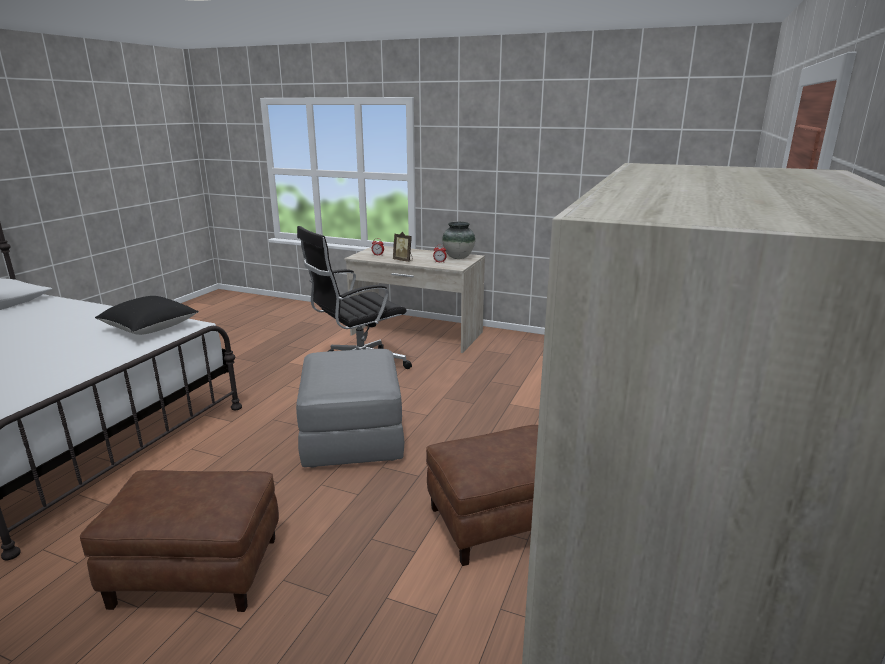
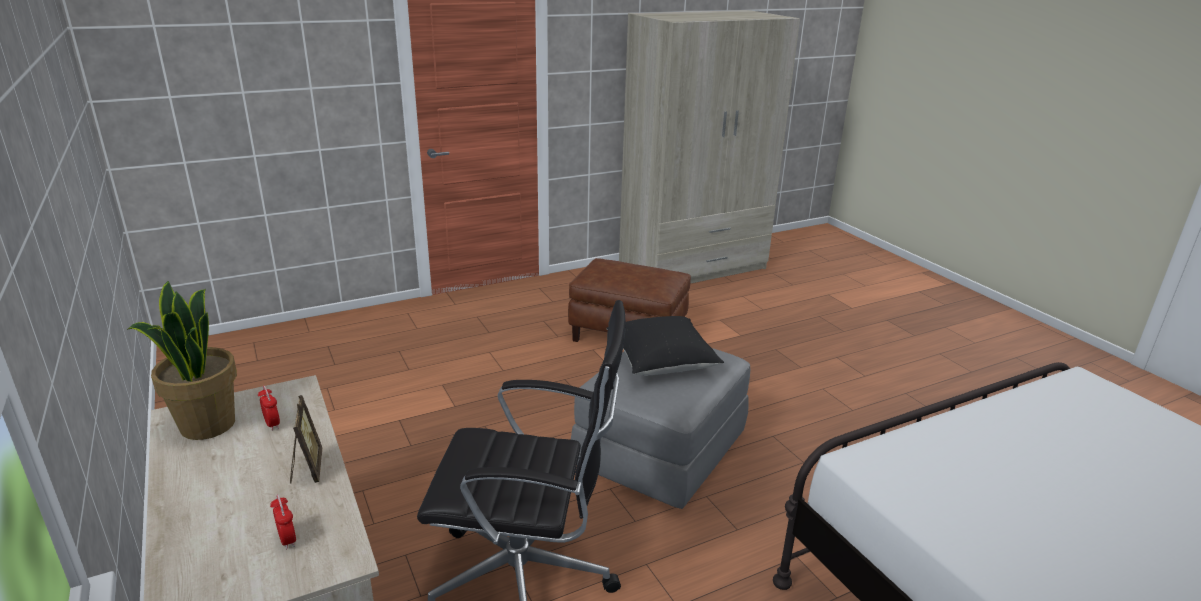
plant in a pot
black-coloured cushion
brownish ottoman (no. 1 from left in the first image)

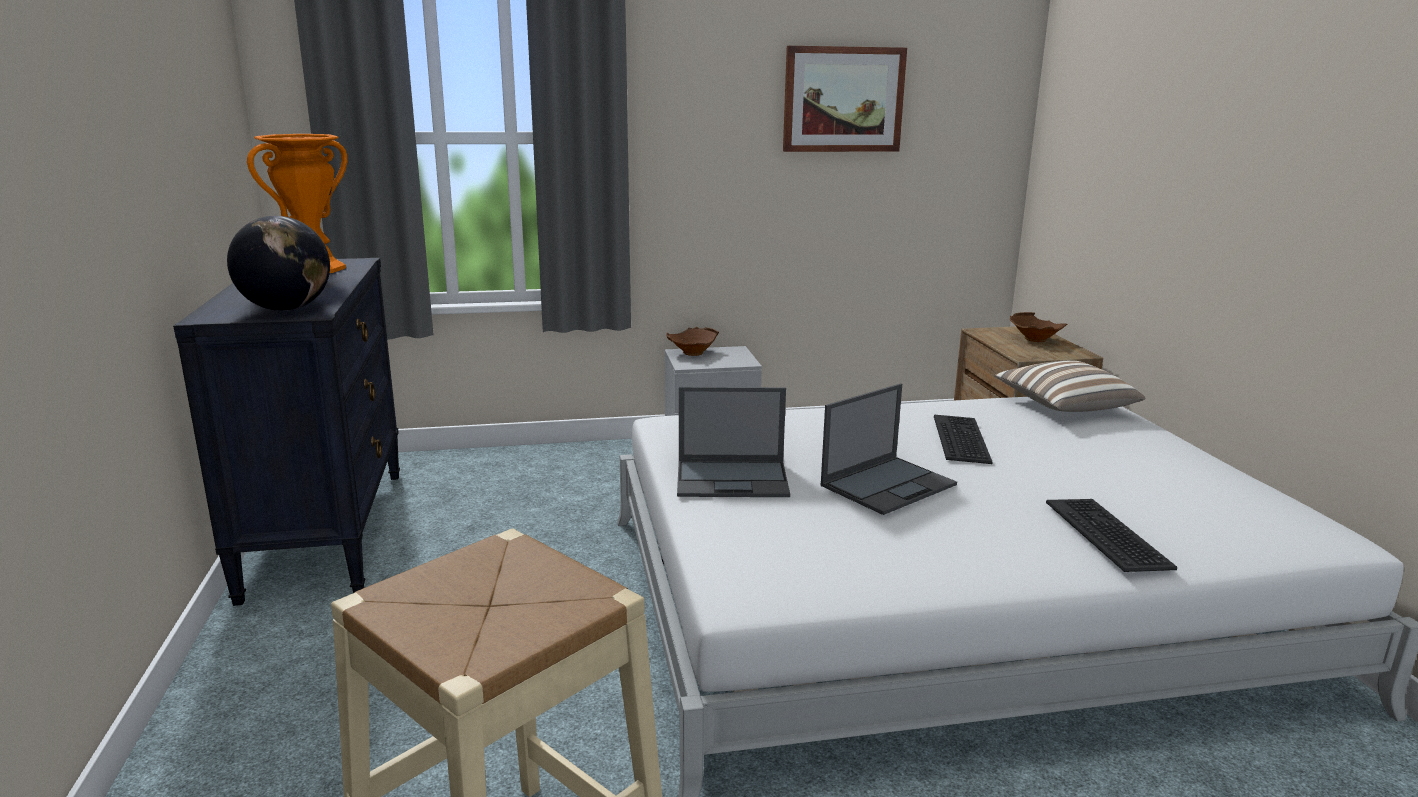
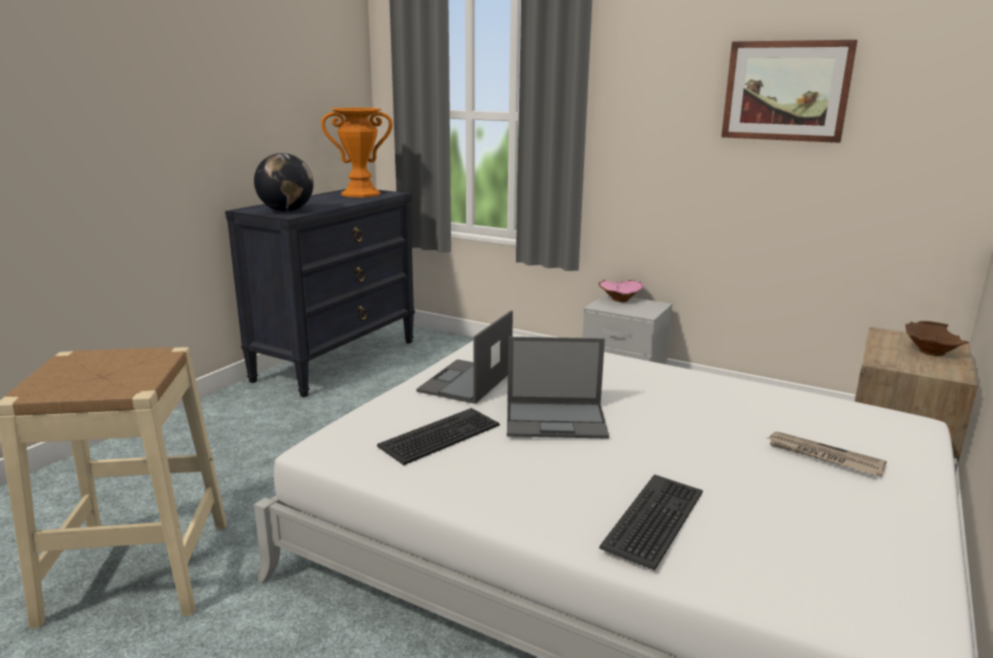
computer keyboard (no. 1 from left)
laptop (no. 1 from left)
pinkish serving bowl
daily paper
cushion

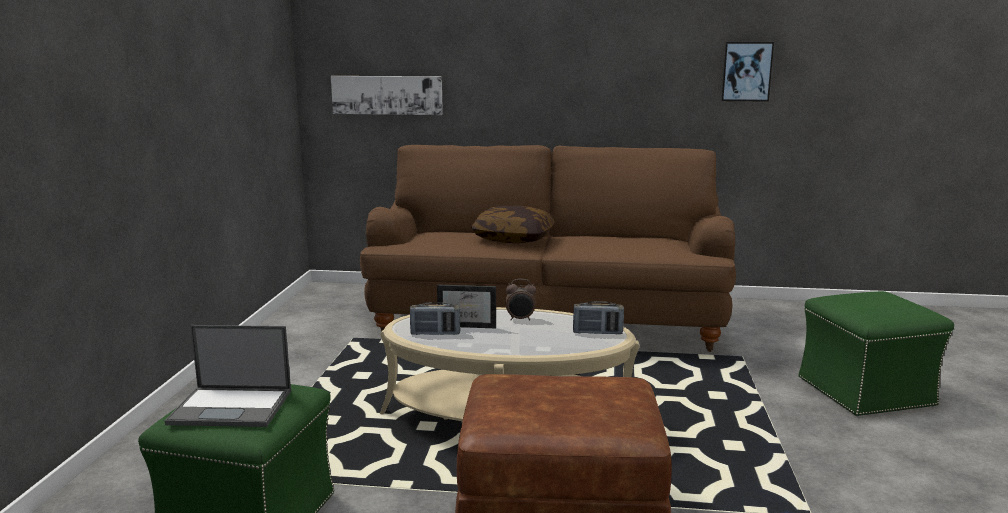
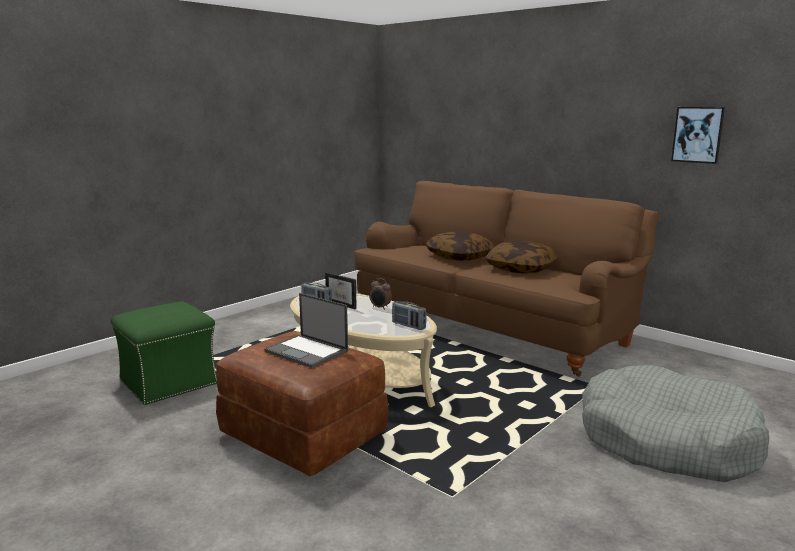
laptop
cushion (no. 2 from left)
greyish pet bed
wall art (no. 1 from left in the first image)

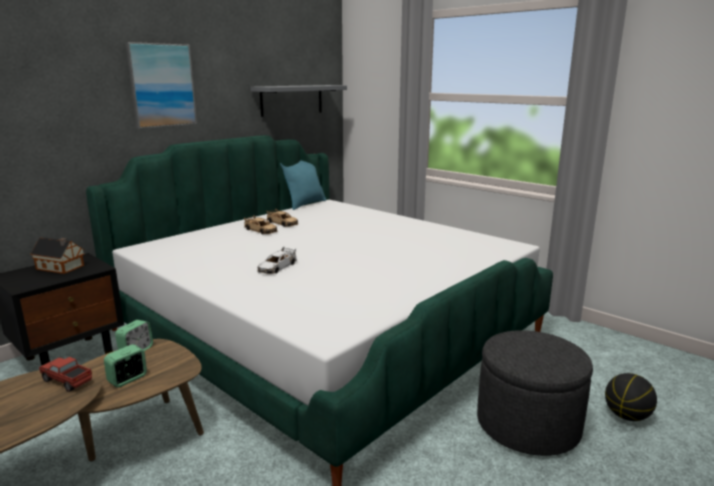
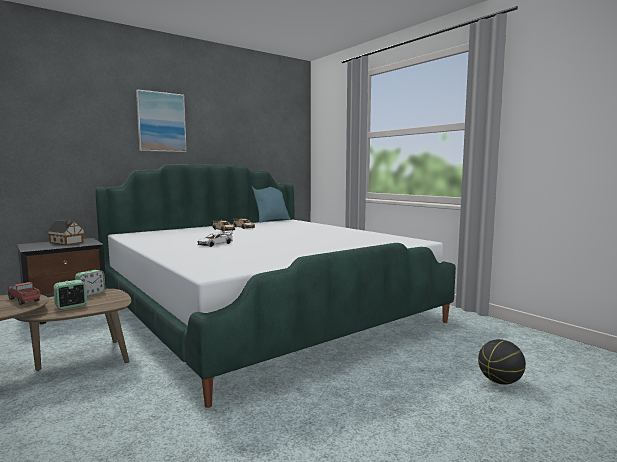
greyish bracket shelf
greyish ottoman

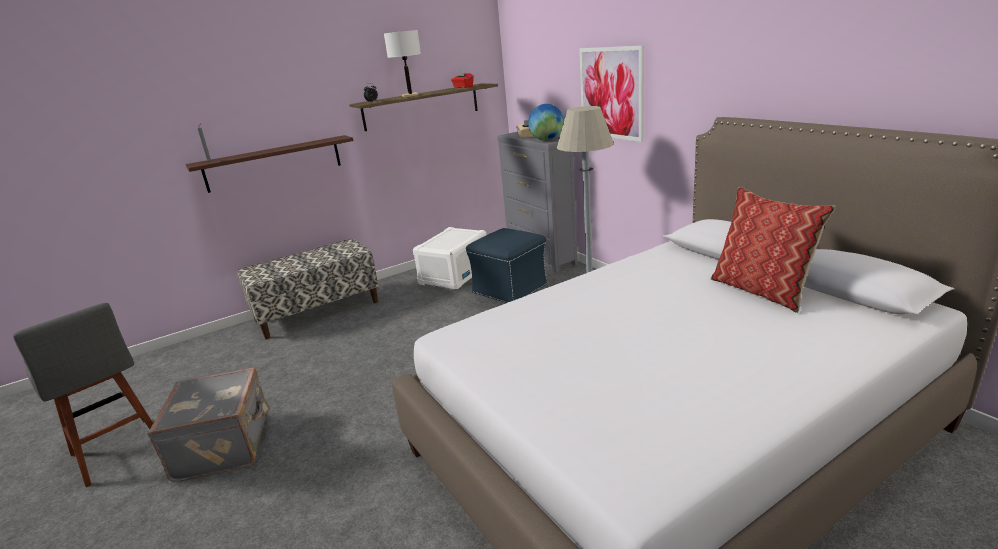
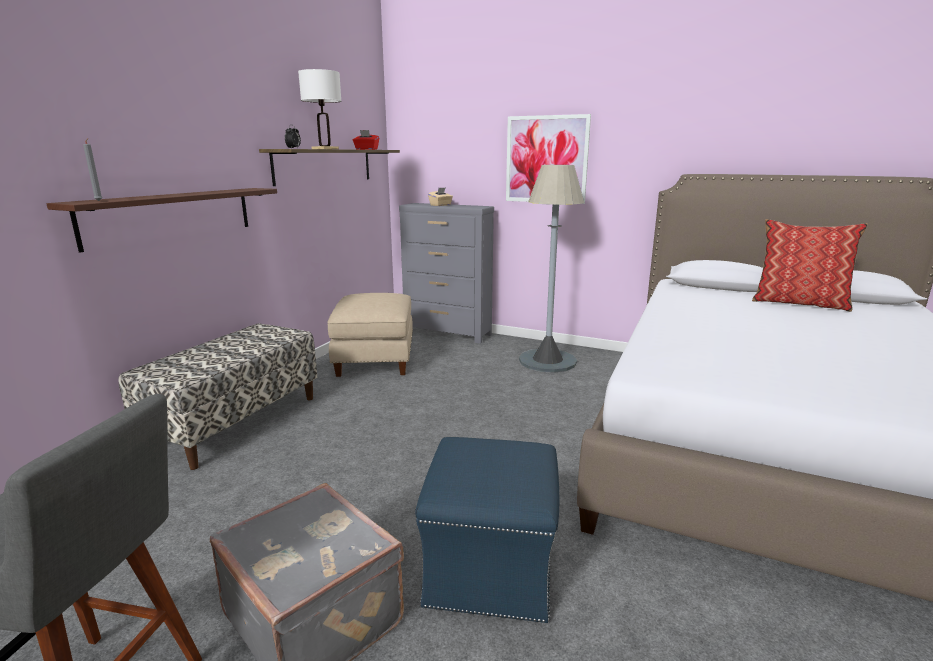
beige-coloured ottoman
blue ottoman
globe

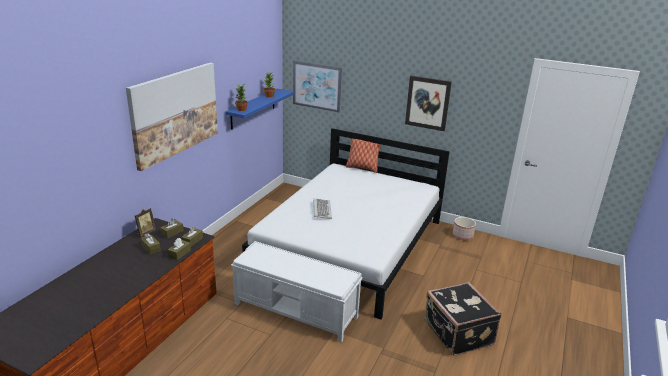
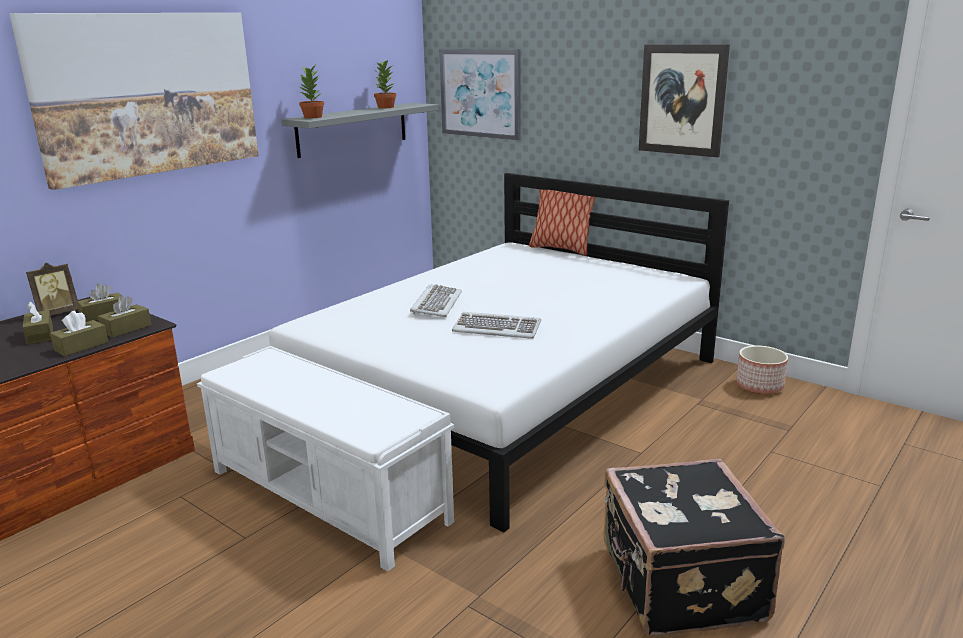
greyish bracket shelf
computer keyboard (no. 2 from left)

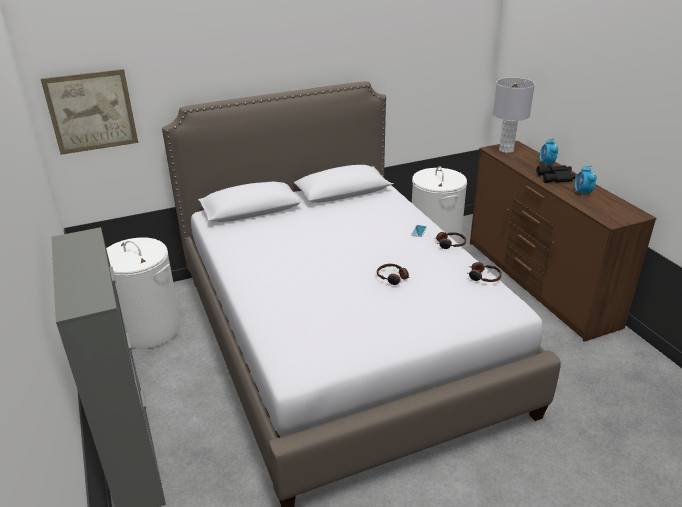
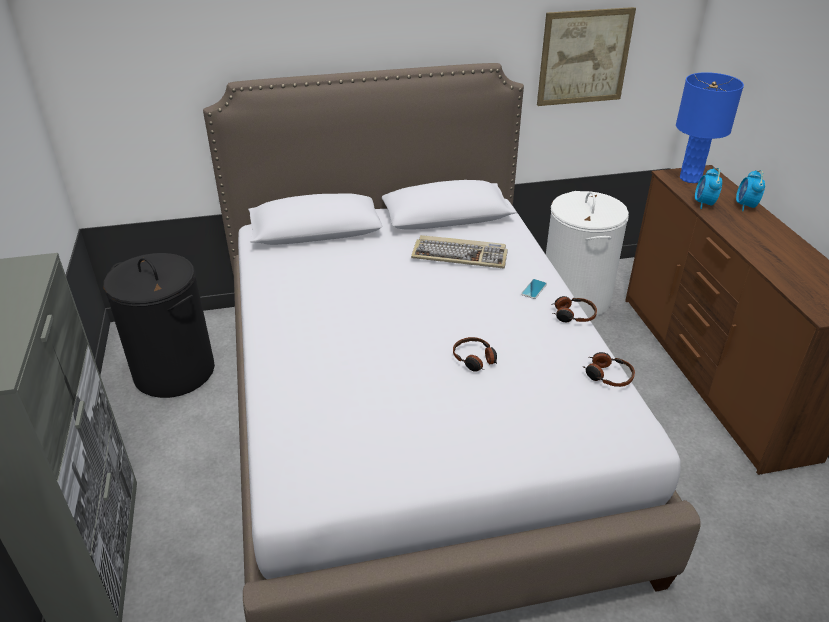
black-coloured washing basket
computer keyboard
wall art
blue tabletop lamp
alarm clock (no. 1 from left)
black-coloured pair of binoculars

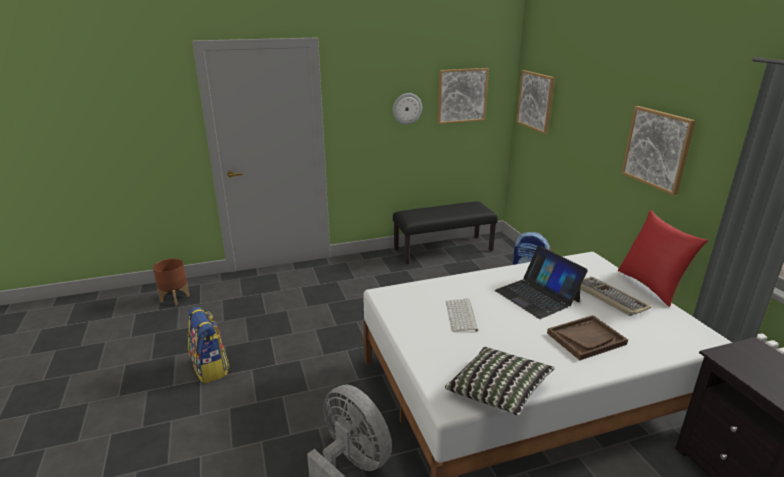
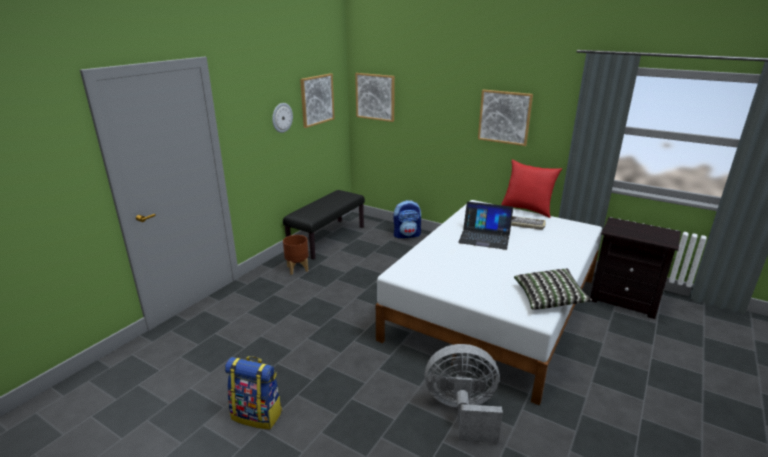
brownish plant pot
computer keyboard (no. 1 from left in the first image)
brownish carrying tray

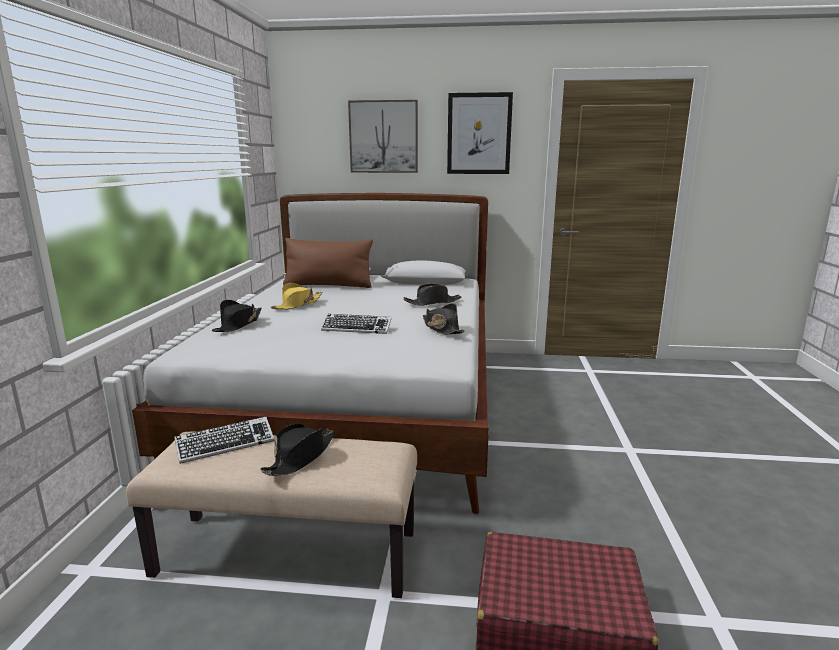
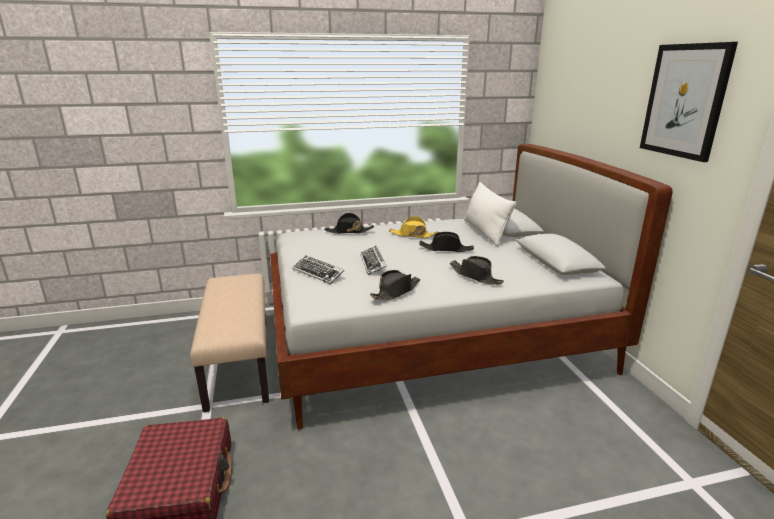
computer keyboard (no. 1 from left)
black-coloured hat (no. 3 from left)
white cushion
wall art (no. 1 from left in the first image)

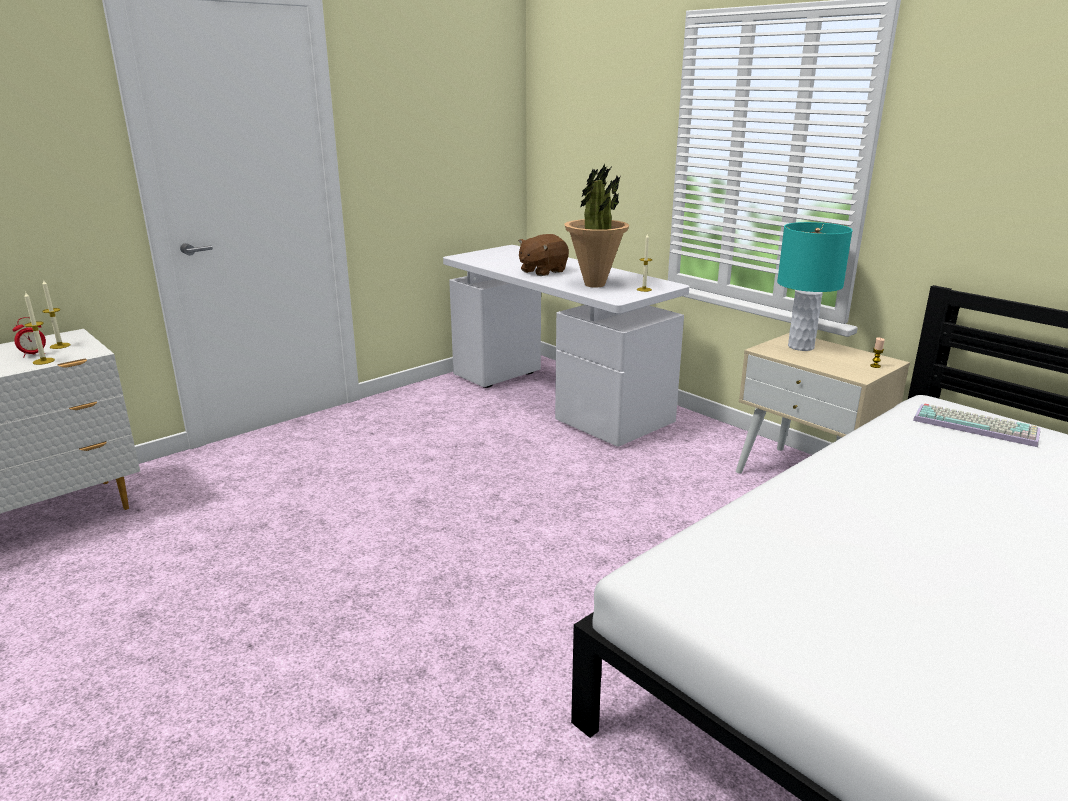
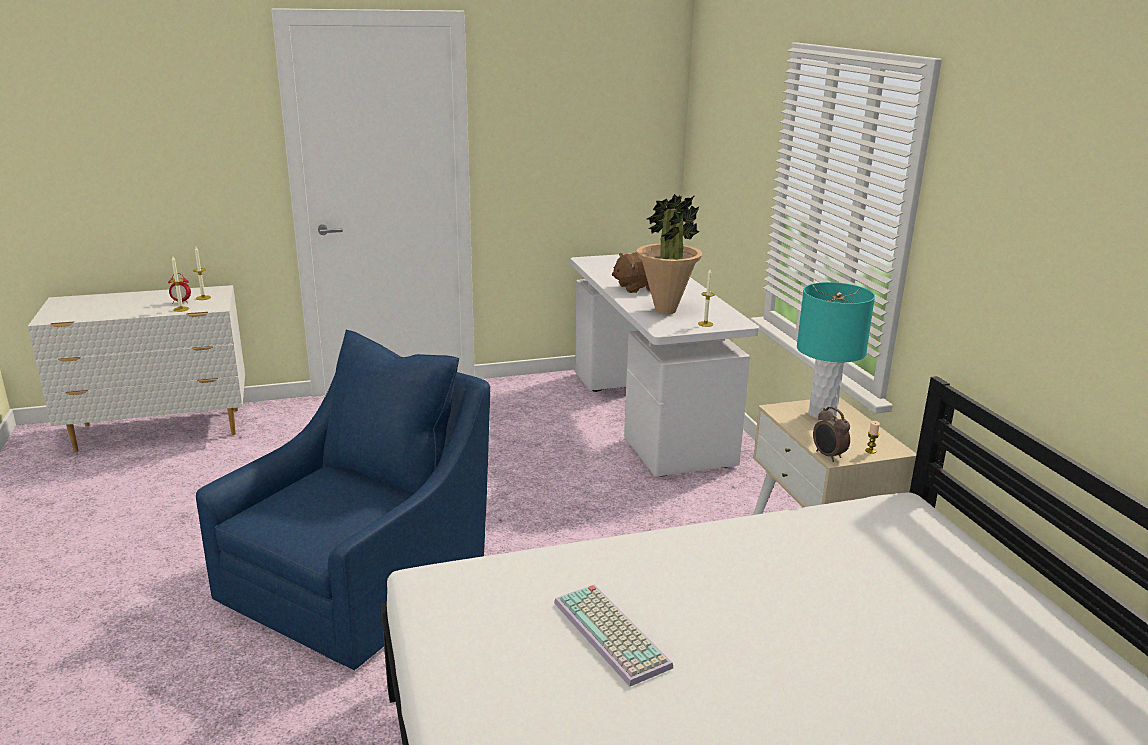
blue easy chair
computer keyboard
alarm clock (no. 2 from left)

